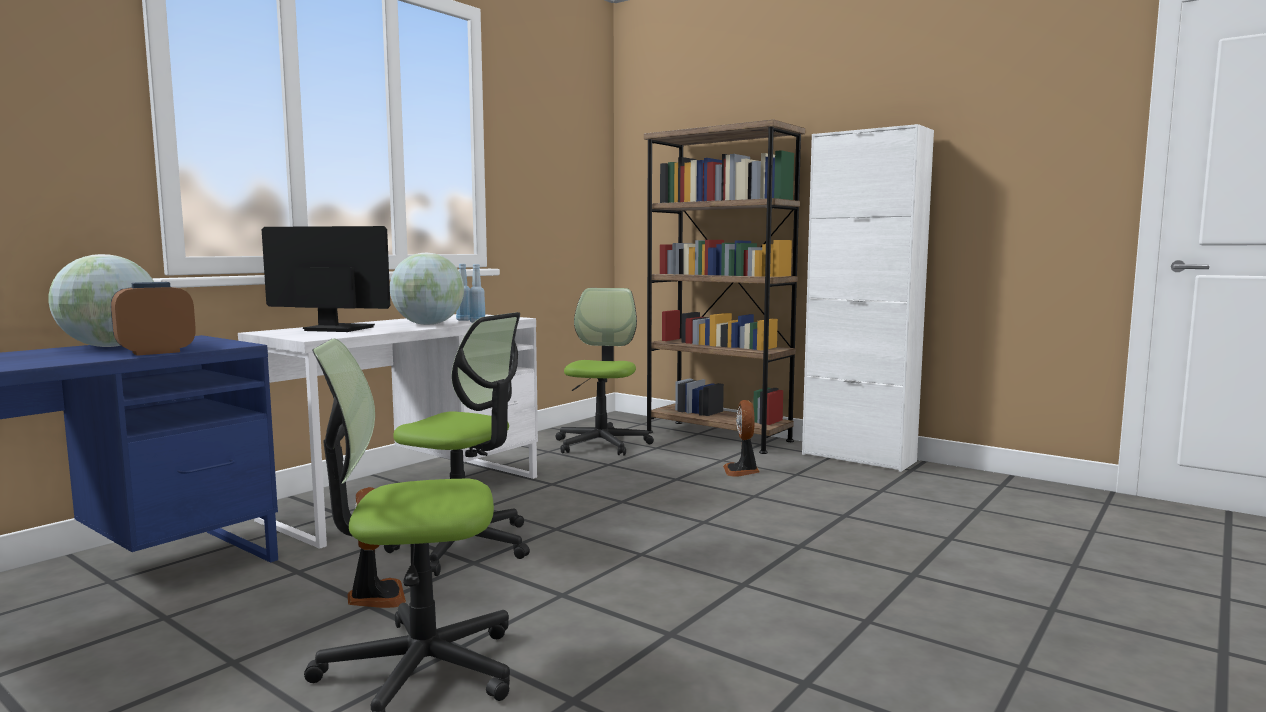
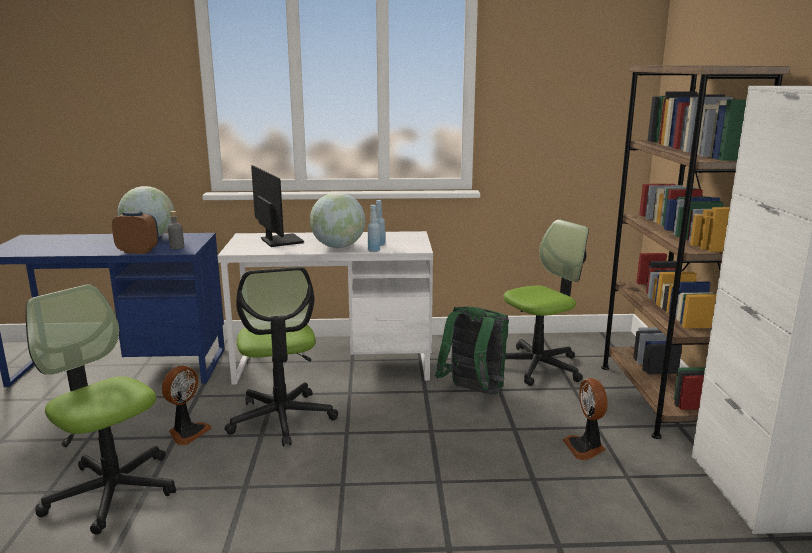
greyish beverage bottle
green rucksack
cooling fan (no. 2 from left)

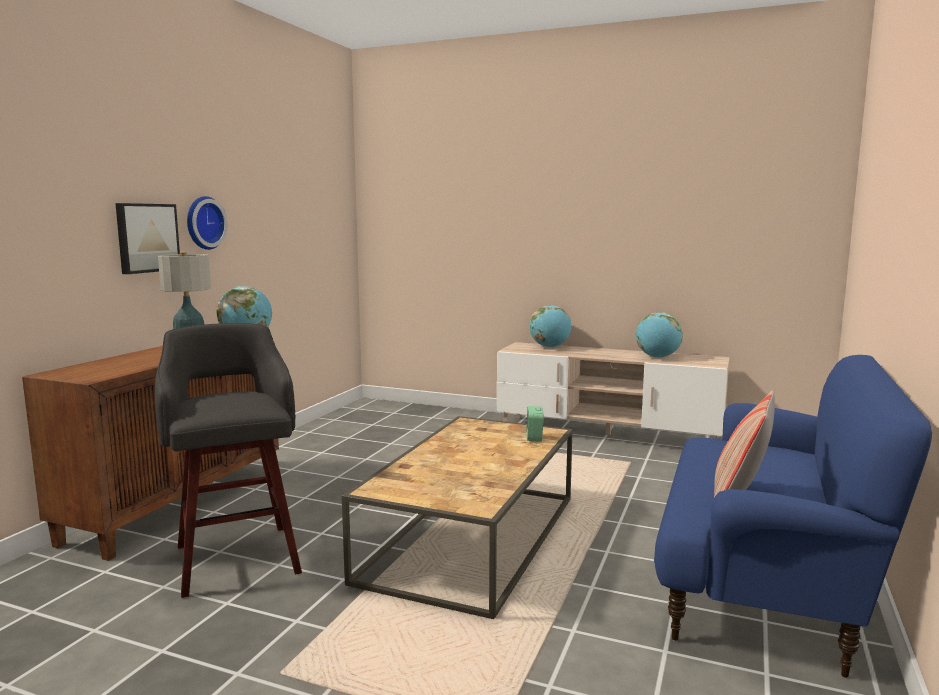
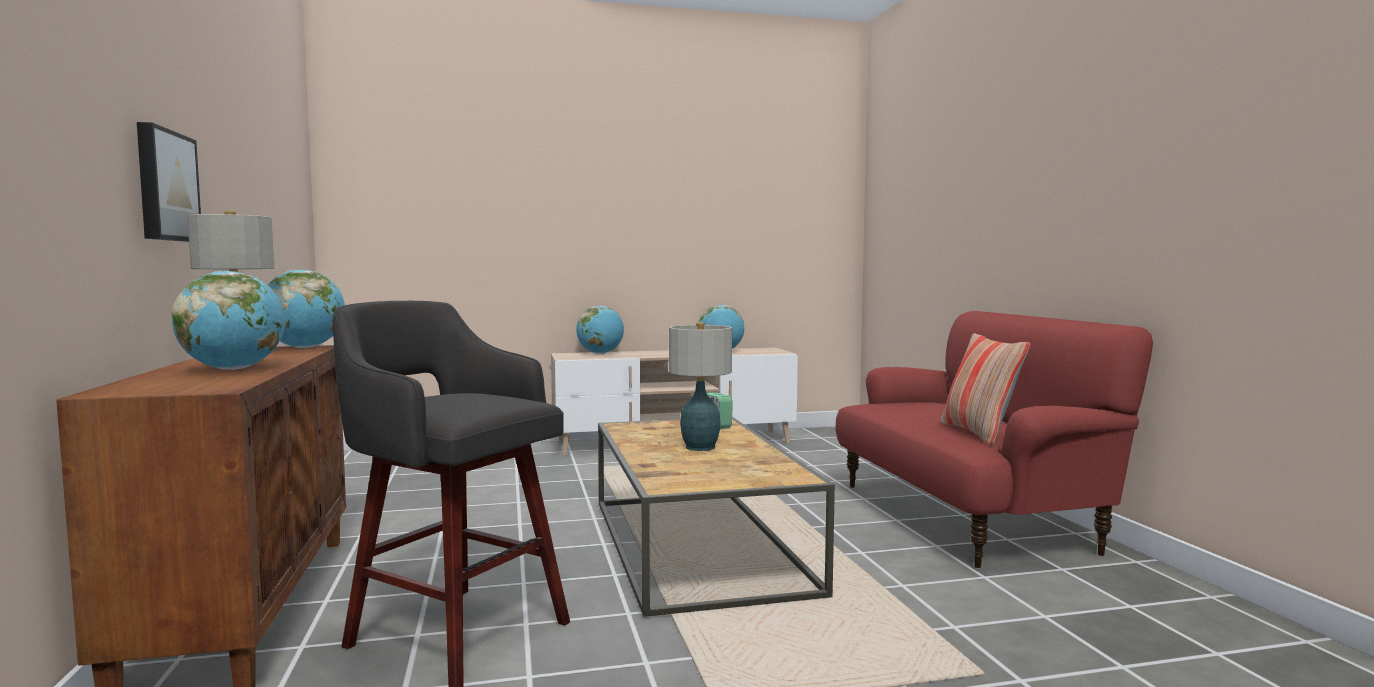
globe (no. 1 from left)
tabletop lamp (no. 2 from left)
reddish couch
wall clock

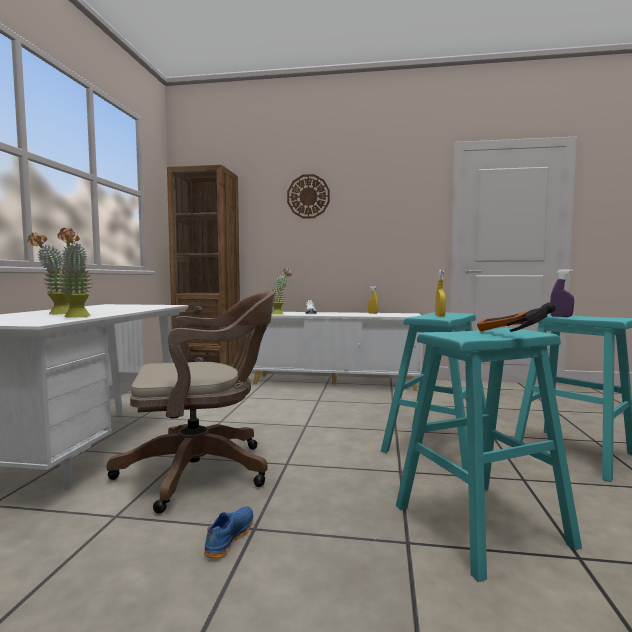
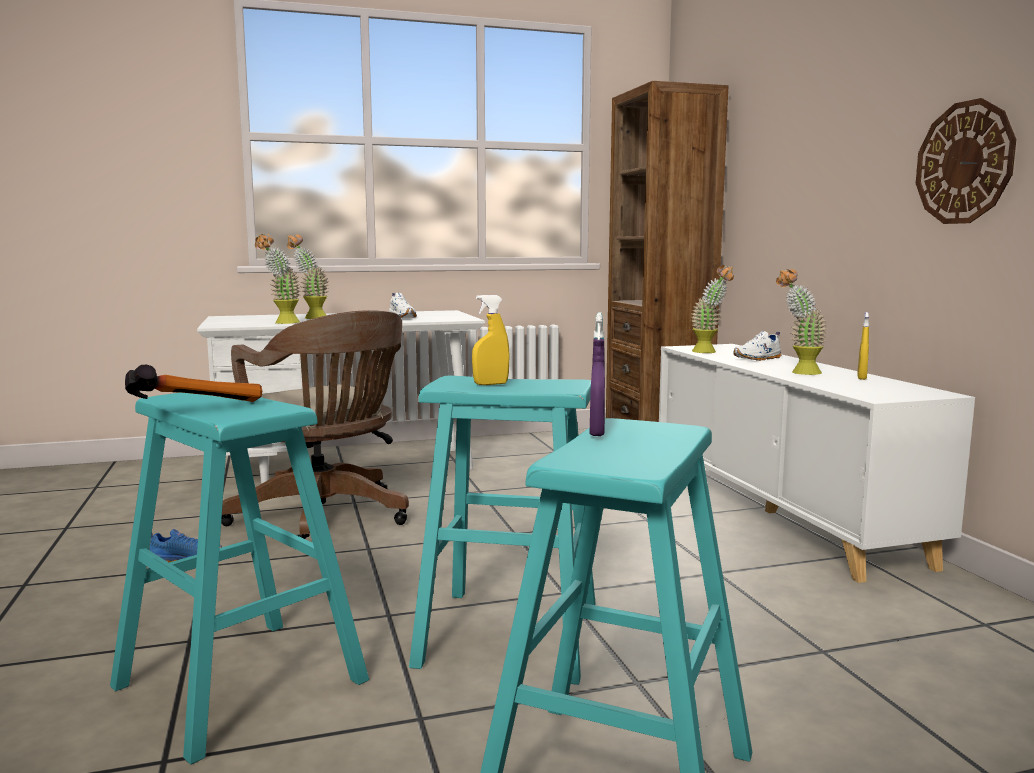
white shoe (no. 1 from left)
plant in a pot (no. 4 from left)
wall clock

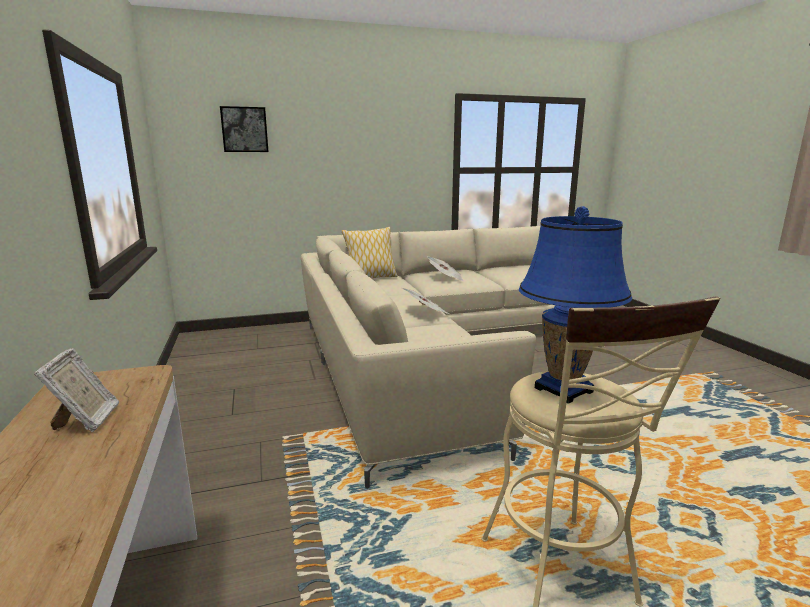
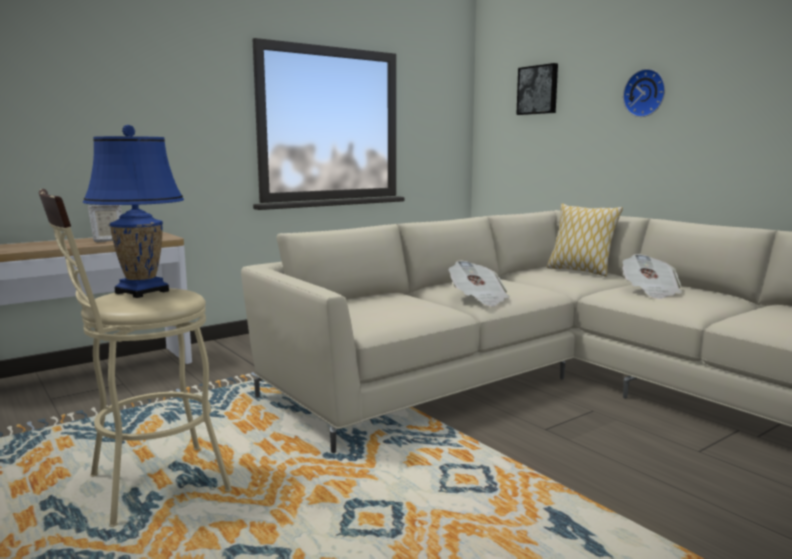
wall clock

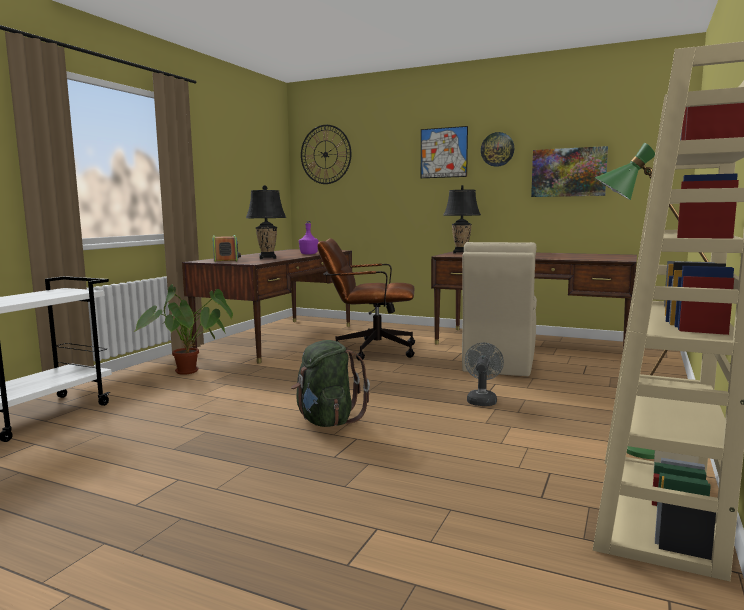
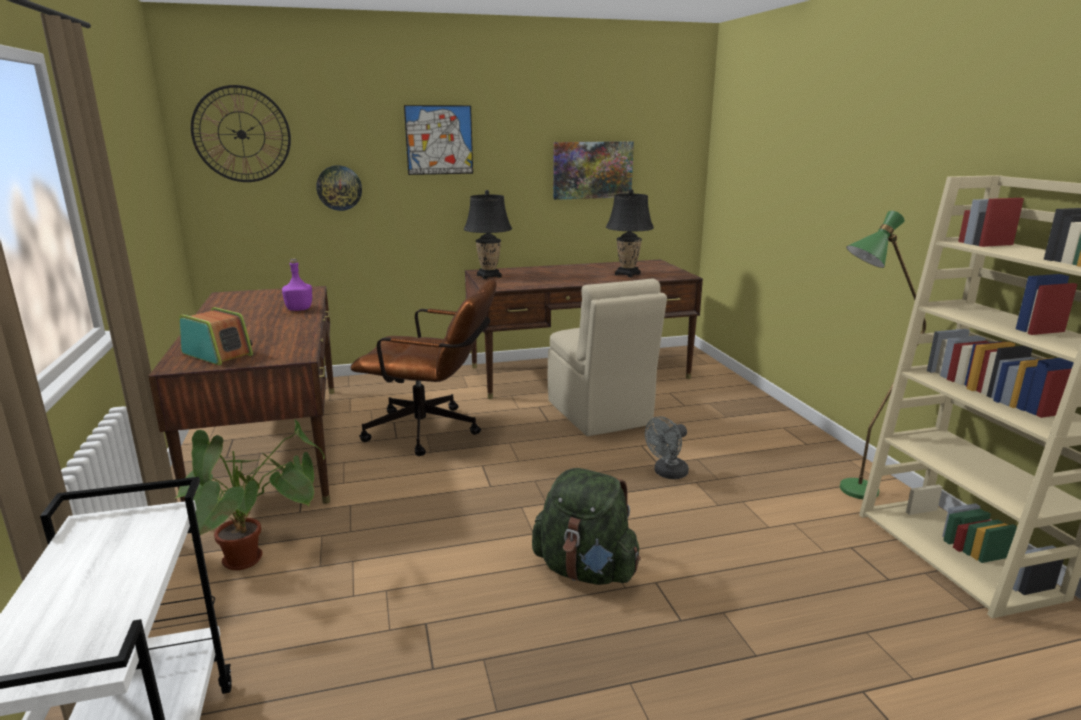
wall clock (no. 2 from left)
brownish office chair
black-coloured tabletop lamp (no. 2 from left)
greyish cooling fan

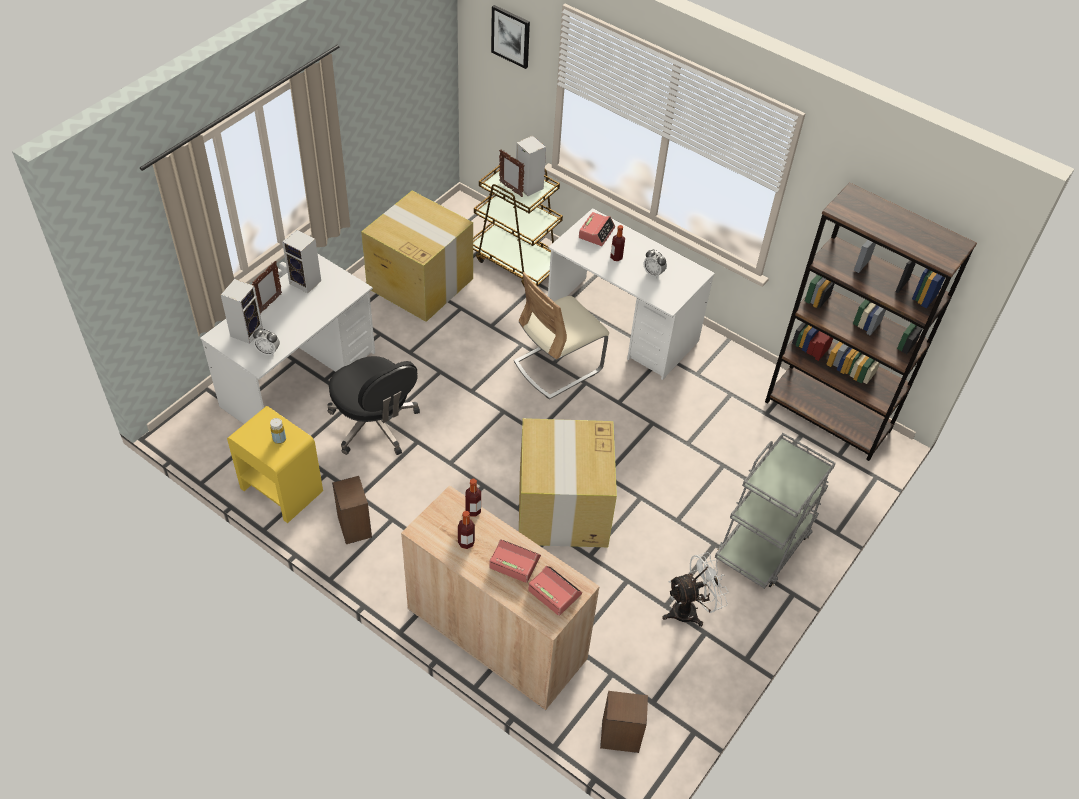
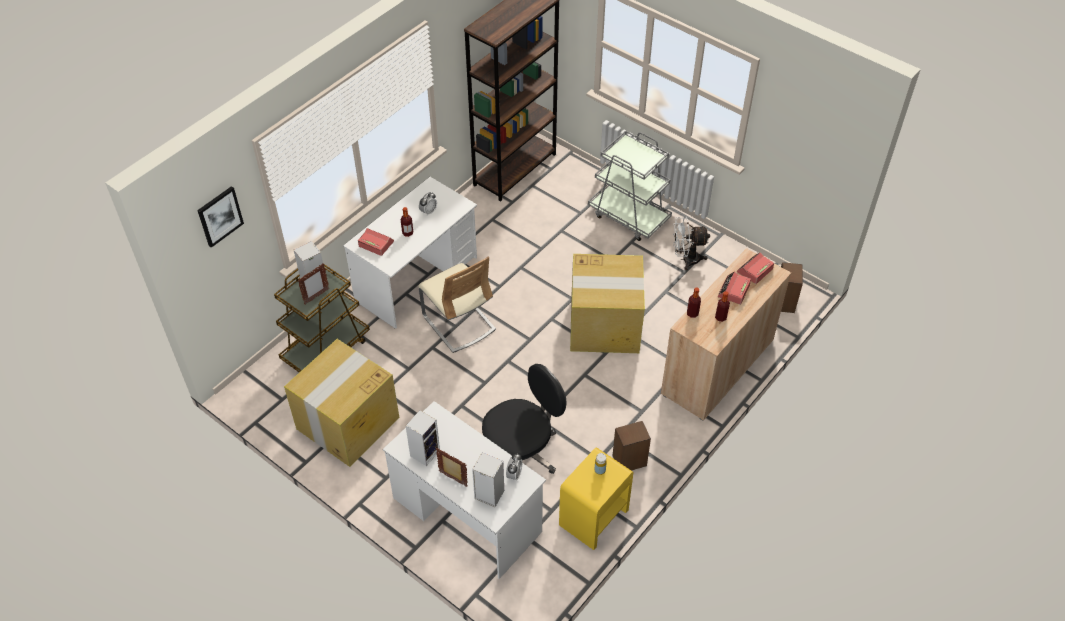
white cooling fan

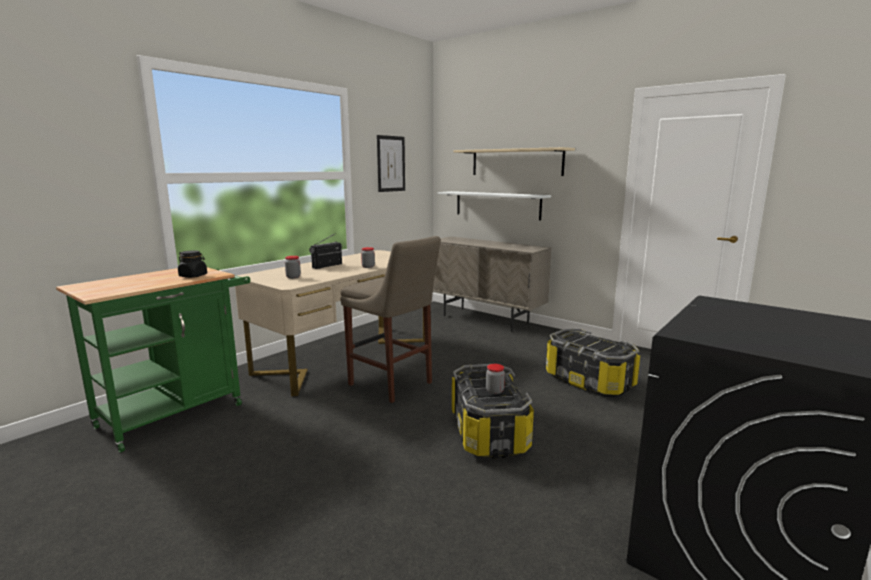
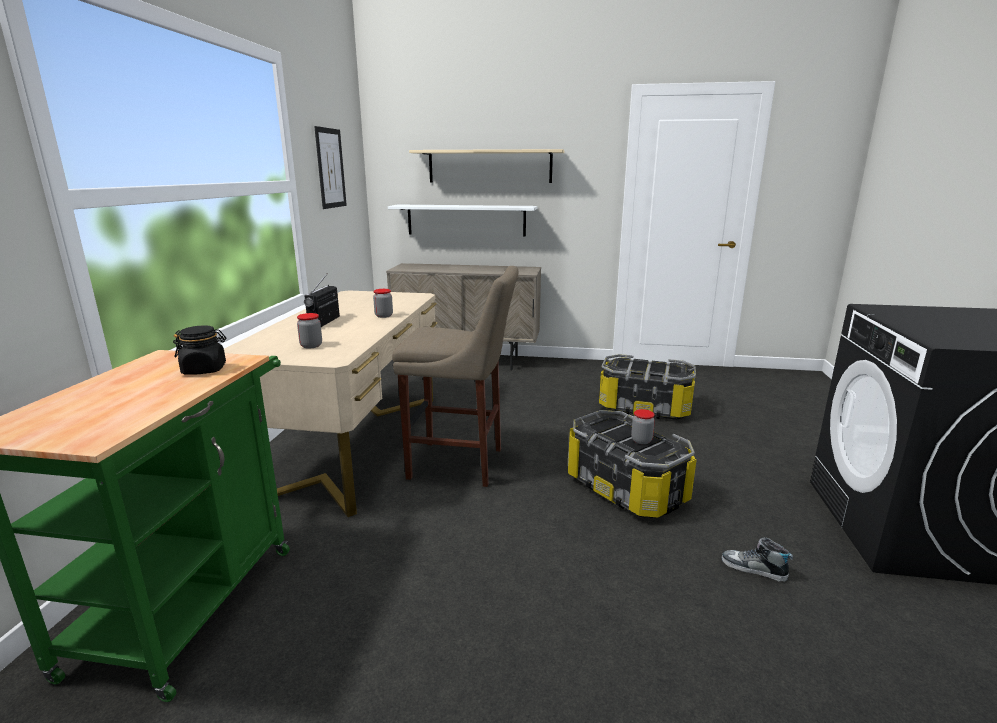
shoe

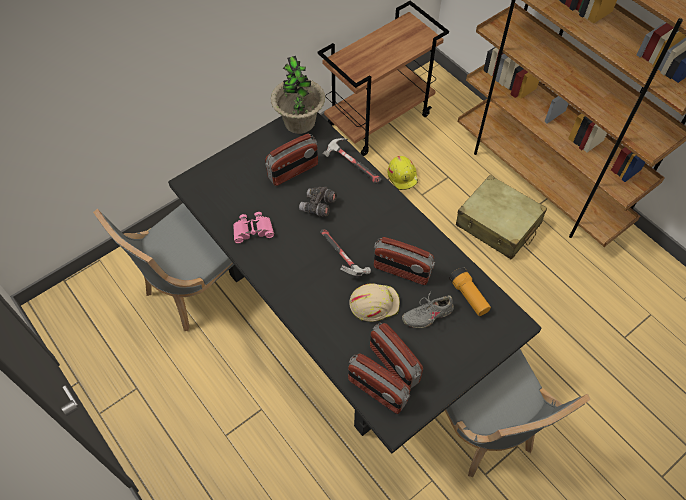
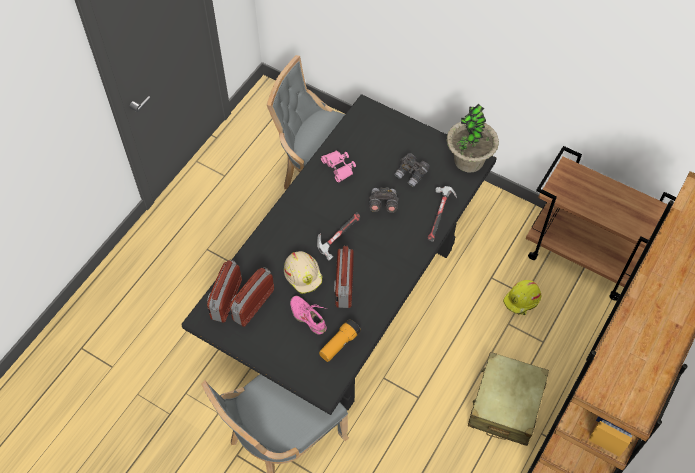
pinkish shoe
greyish pair of binoculars (no. 2 from left)

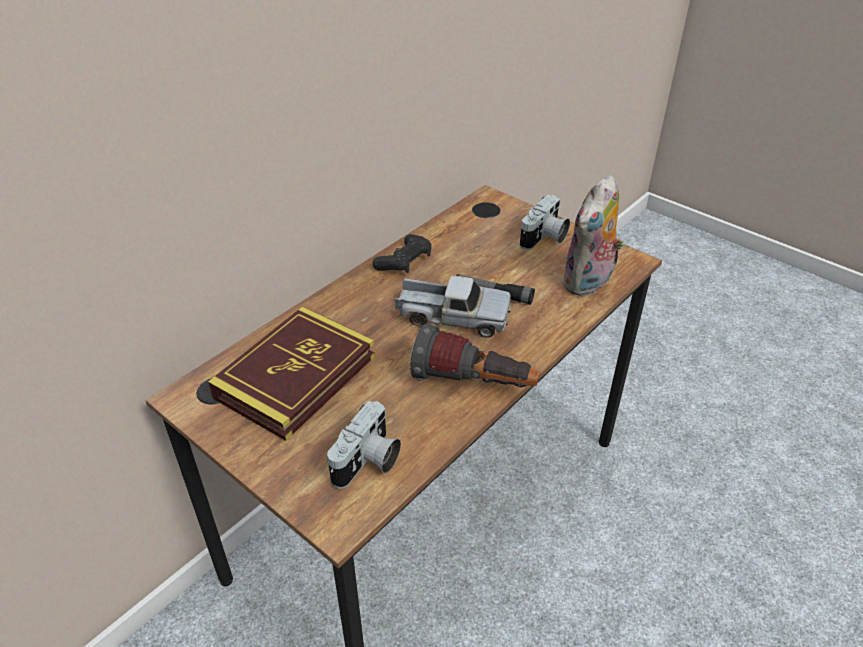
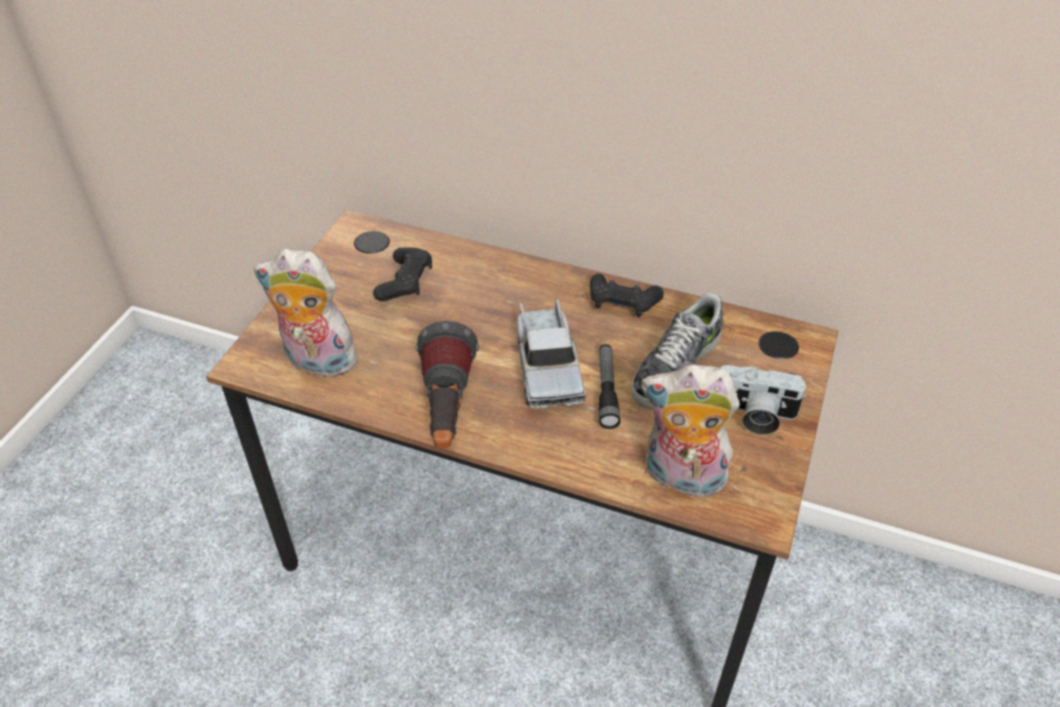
soft toy (no. 1 from left)
black-coloured game controller (no. 1 from left)
shoe

